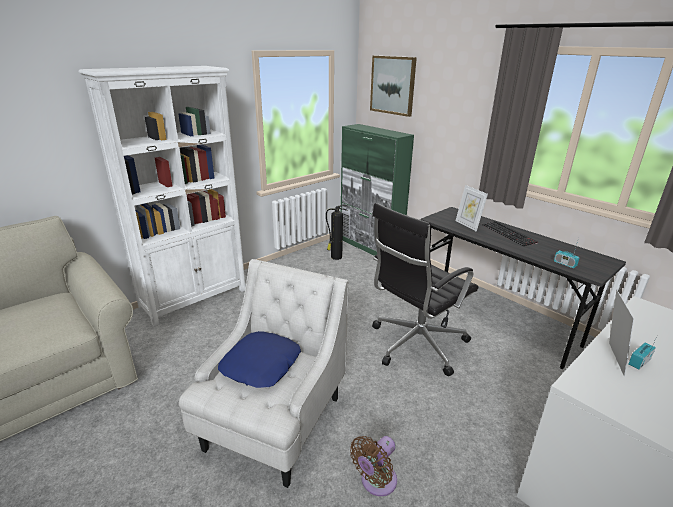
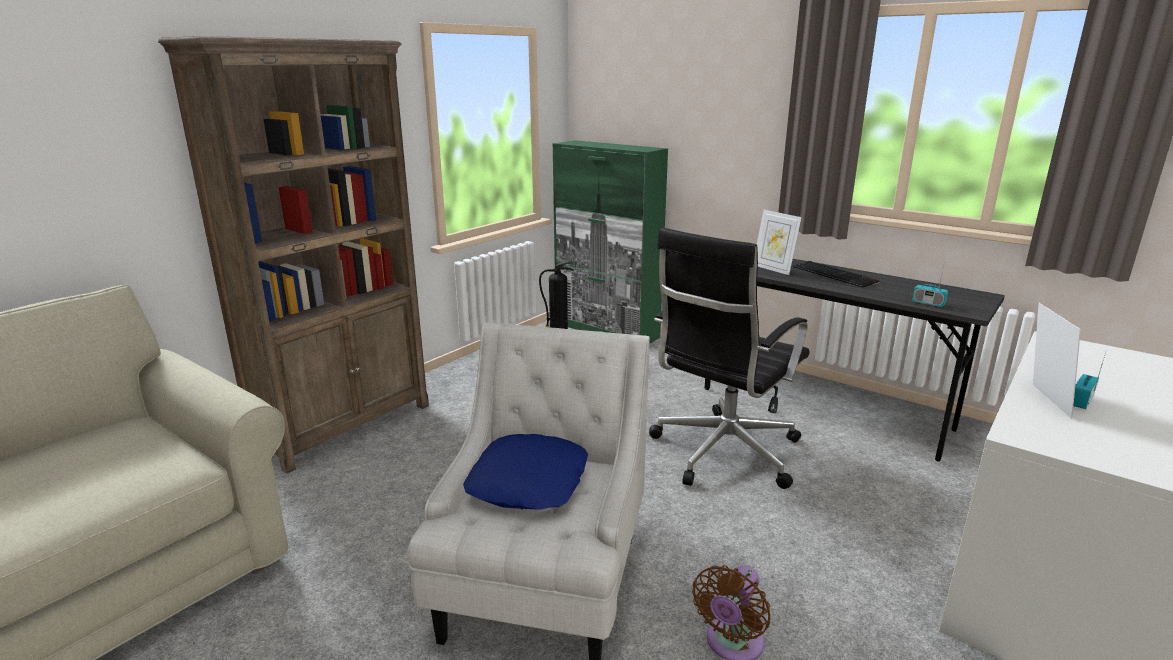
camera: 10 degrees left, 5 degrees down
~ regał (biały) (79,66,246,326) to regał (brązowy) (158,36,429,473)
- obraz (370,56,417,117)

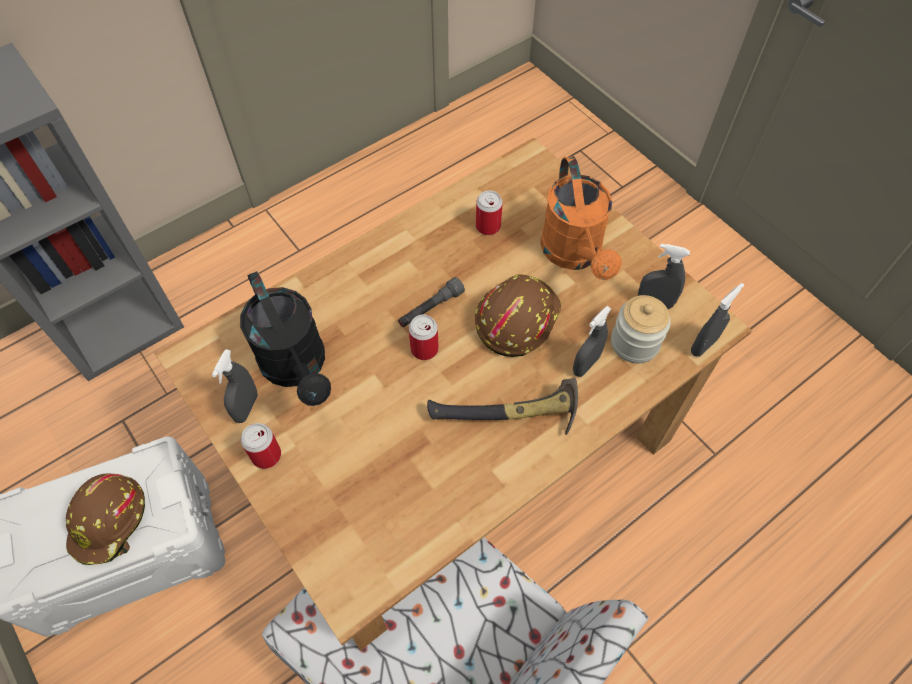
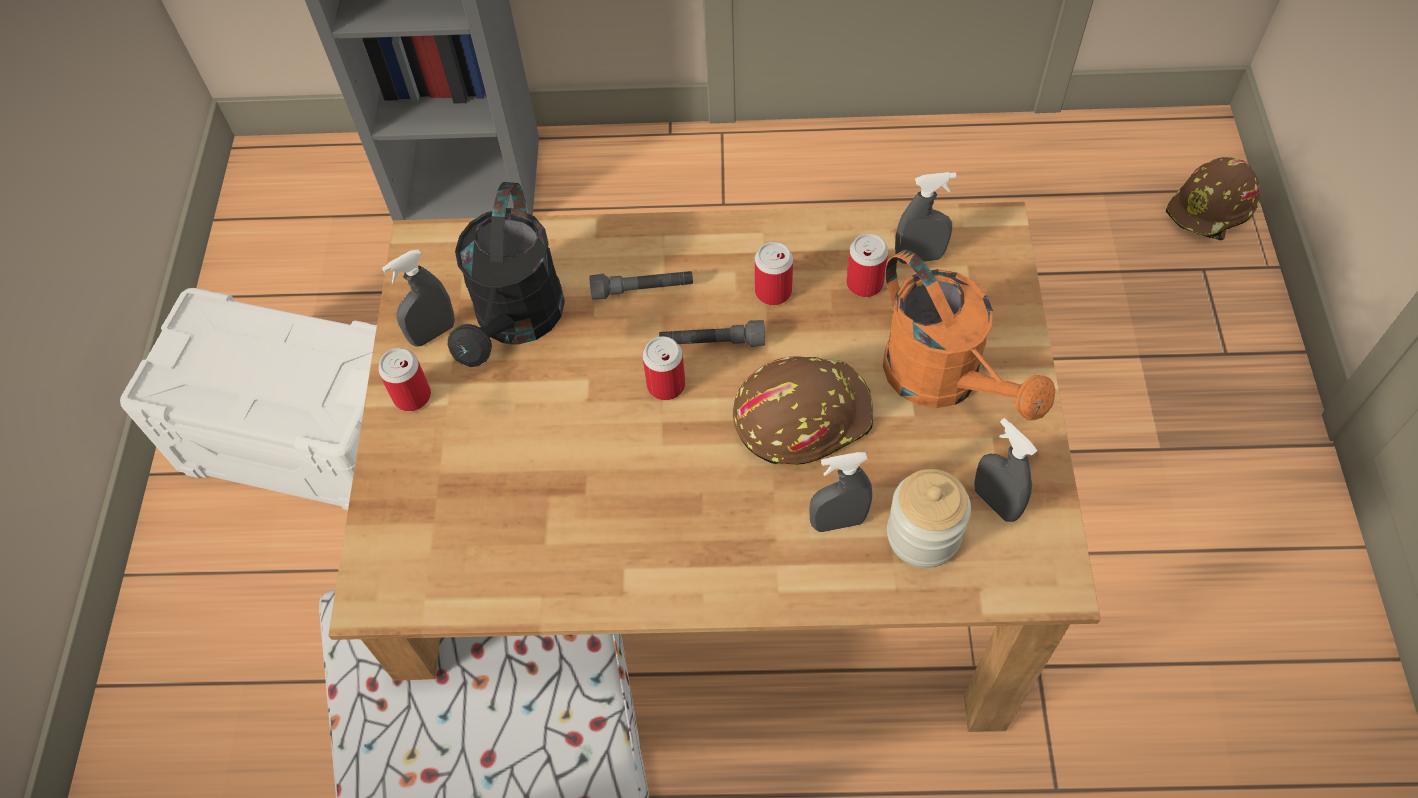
camera: 40 degrees right, 0 degrees up
~ kask (brązowy) (66,473,145,565) to (1166,157,1260,241)
- młotek (427,378,578,435)
~ konewka (pomarańczowy) (540,156,622,280) = (883,250,1055,421) 60 degrees counterclockwise
~ spryskiwacz (szary) (691,283,744,357) to (895,172,957,264)
+ latarka (szary) (590,271,693,300)
+ puszka (755,242,793,305)

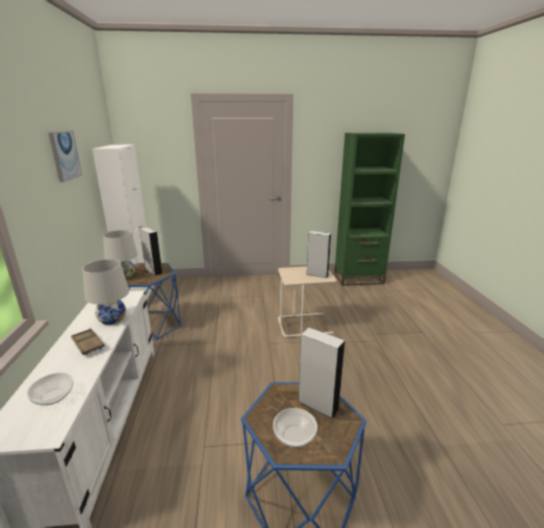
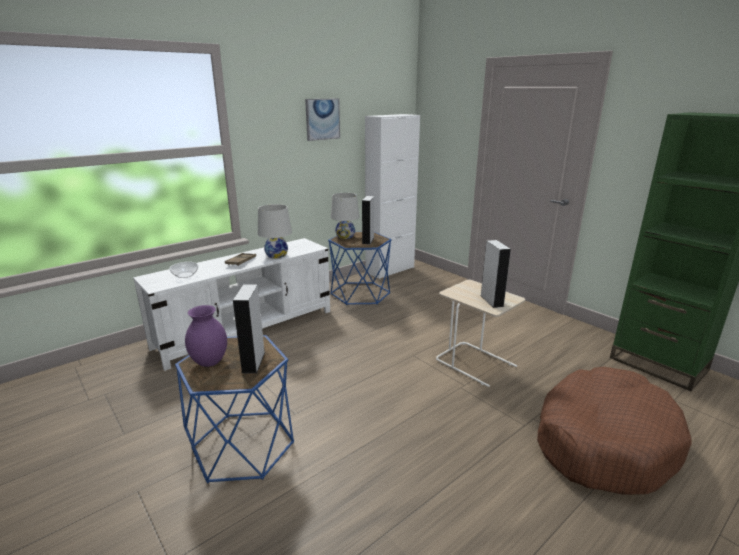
camera: 55 degrees right, 0 degrees up
~ miska (273,408,317,447) to wazon (fioletowy) (185,305,227,367)
+ legowisko (brązowy) (537,367,692,495)

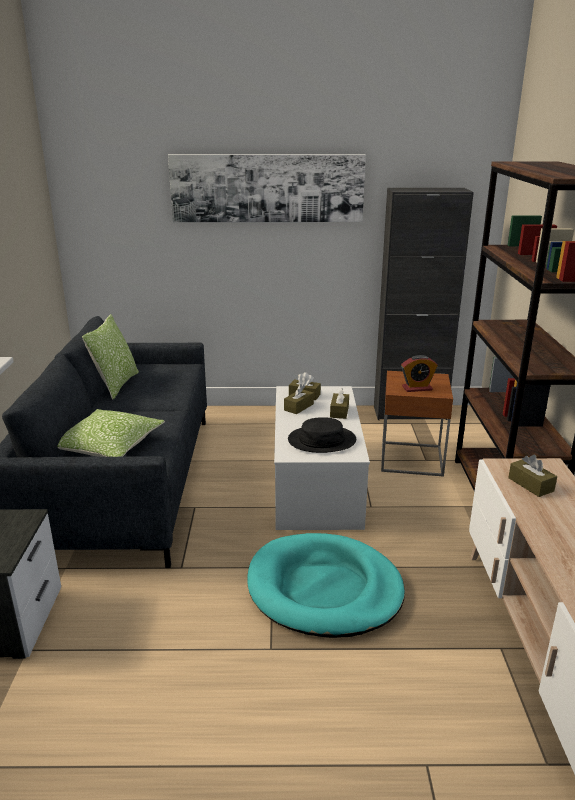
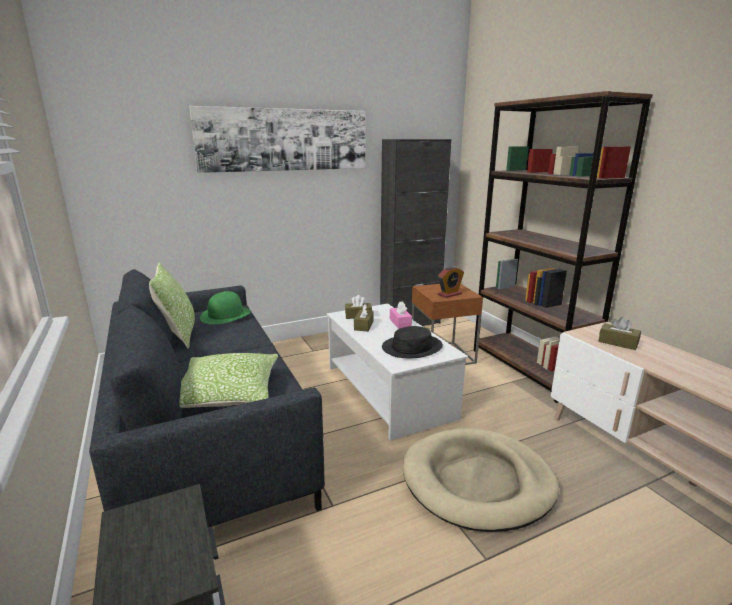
camera: 25 degrees left, 5 degrees down
~ legowisko (turkusowy) (247,533,405,638) to legowisko (beżowy) (403,428,559,532)
~ pudełko chusteczek (brązowy) (330,388,349,419) to pudełko chusteczek (różowy) (390,302,412,329)
+ kapelusz (zielony) (200,291,251,324)

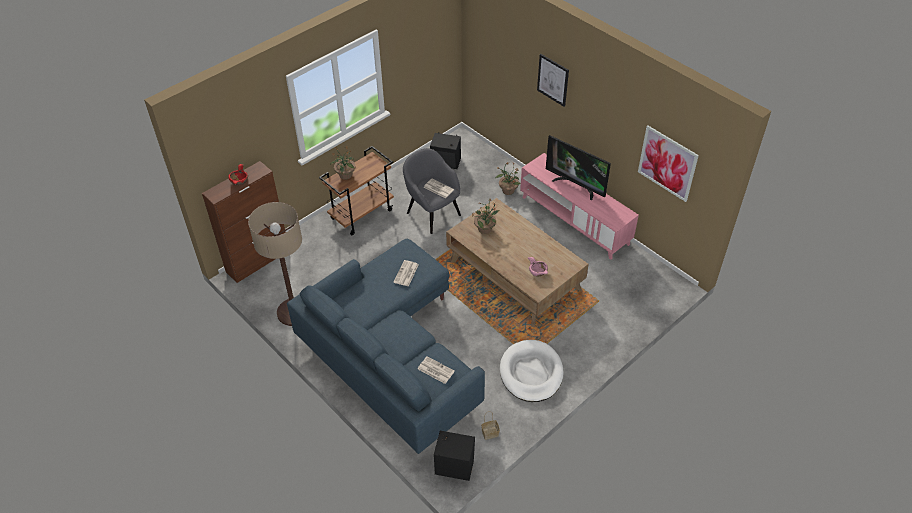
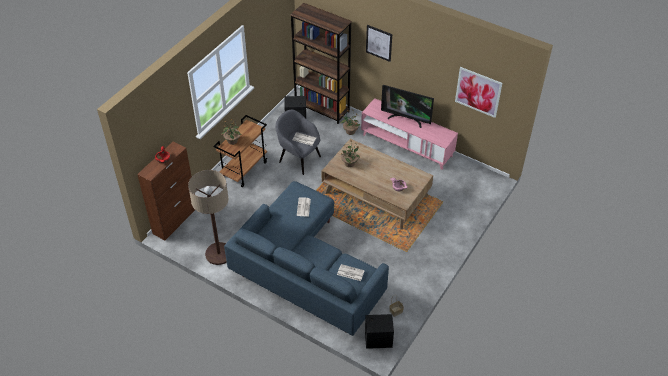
camera: 15 degrees left, 0 degrees up
- legowisko (biały) (500,340,564,402)
+ regał (brązowy) (290,3,352,124)

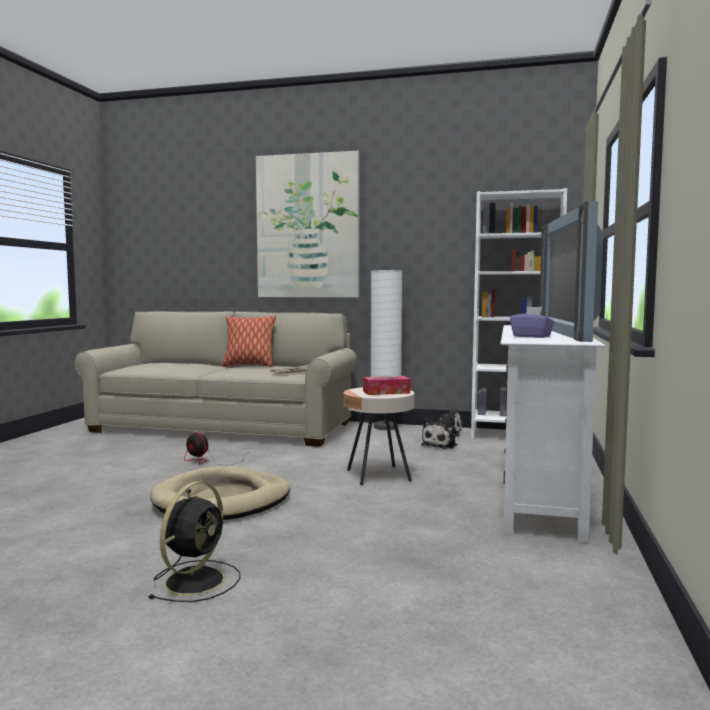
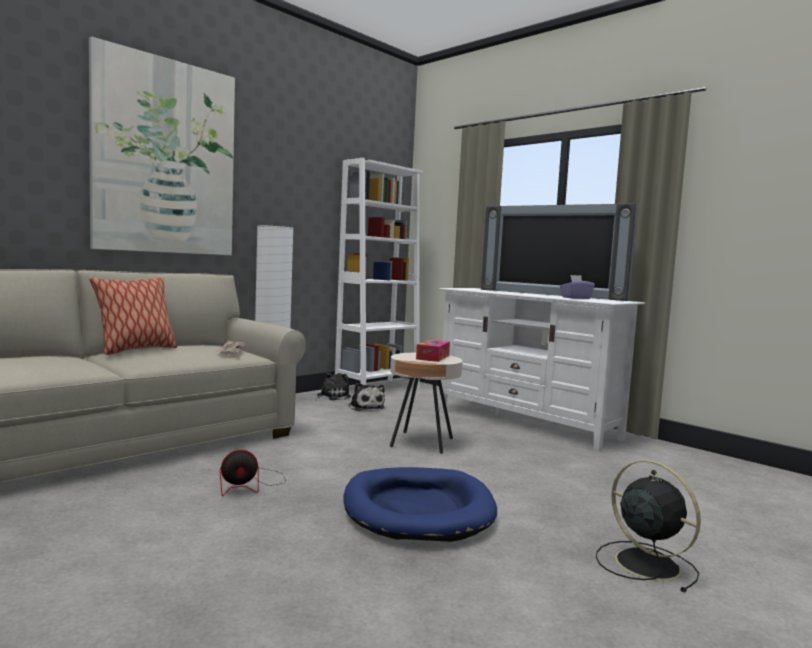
camera: 60 degrees left, 0 degrees up
~ legowisko (beżowy) (150,466,291,520) to legowisko (niebieski) (343,467,497,542)

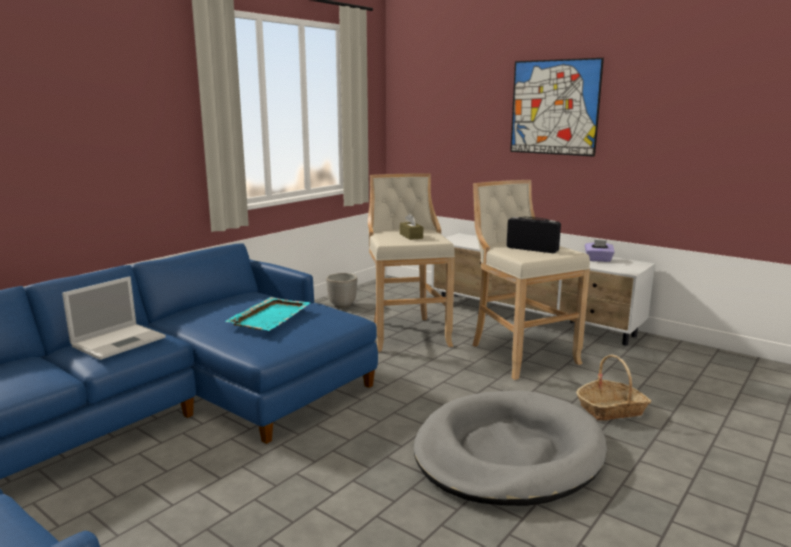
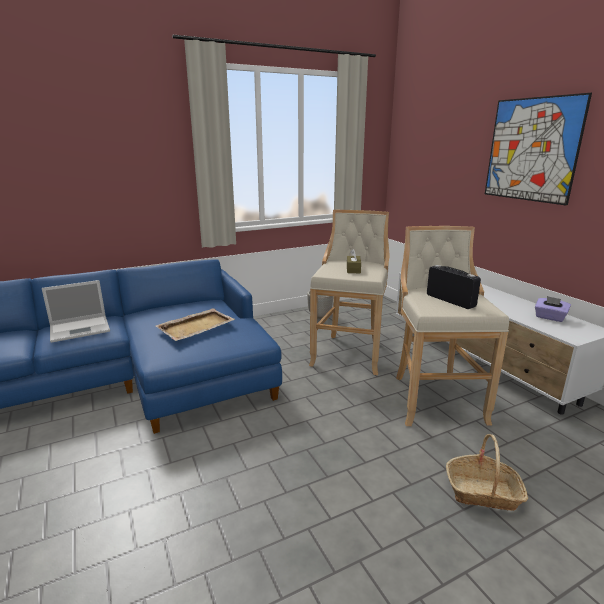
camera: 25 degrees right, 5 degrees up
~ taca (turkusowy) (225,297,310,331) to taca (beżowy) (156,308,235,341)
- legowisko (szary) (414,391,607,506)

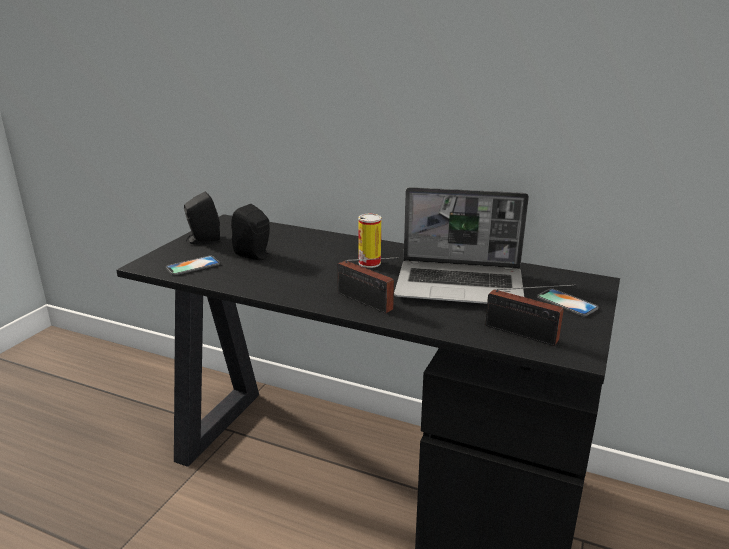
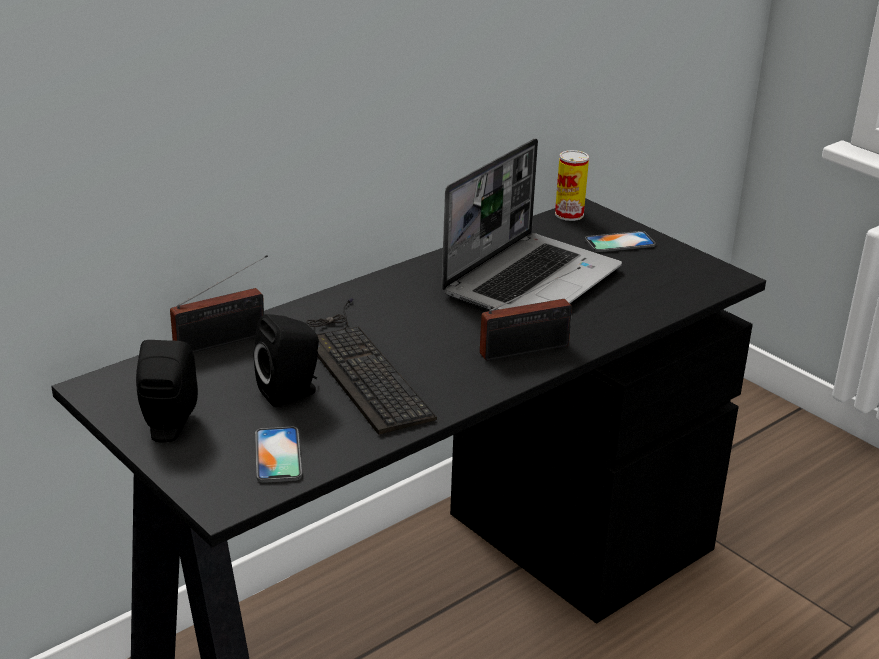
camera: 65 degrees left, 5 degrees up
~ puszka (358,214,381,268) to (555,150,589,221)
~ radio (485,284,576,346) to (170,255,268,353)
+ klawiatura (306,298,437,435)

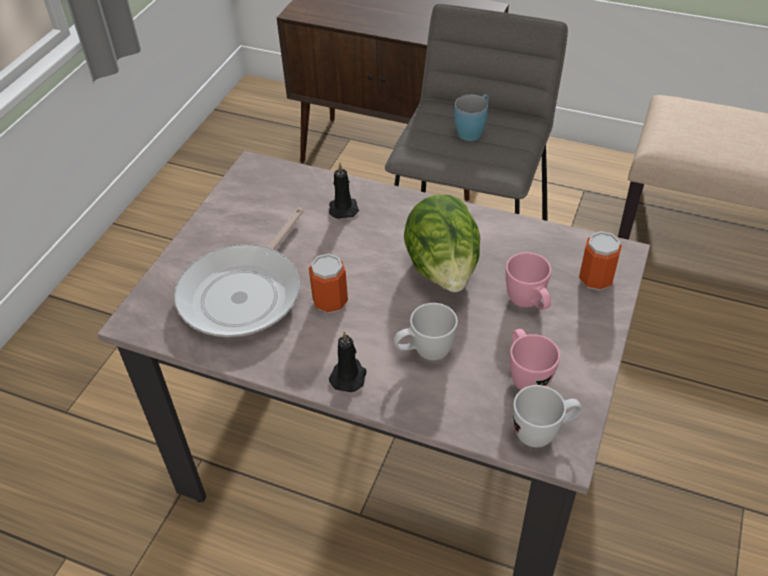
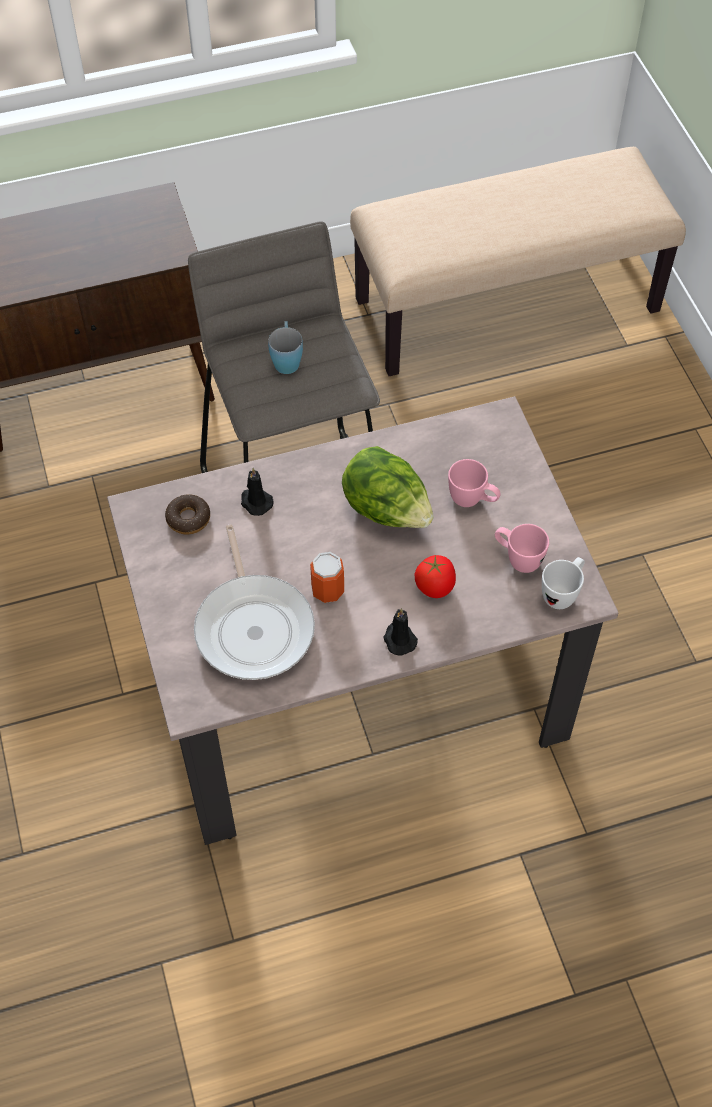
camera: 40 degrees left, 10 degrees up
~ kubek (biały) (393,303,458,360) to pomidor (415,555,456,598)
- puszka (579,231,622,291)
+ donut (165,494,210,535)

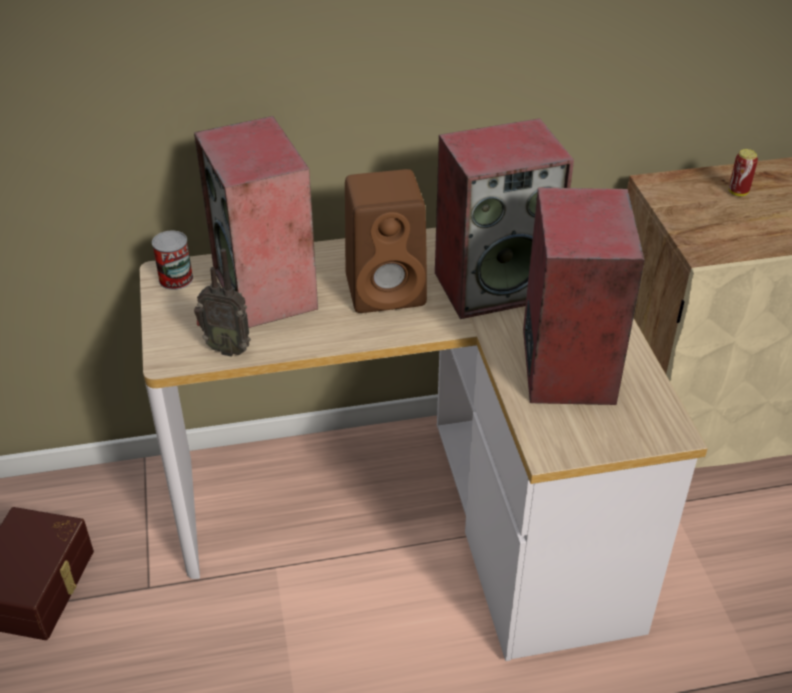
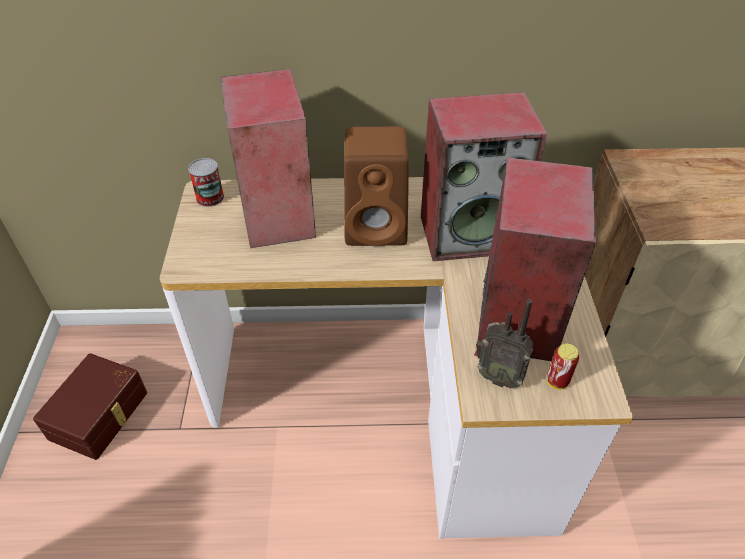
camera: 10 degrees right, 5 degrees up
~ radio (194,249,251,357) to (474,299,534,388)
~ puszka (729,149,758,196) to (547,344,579,390)

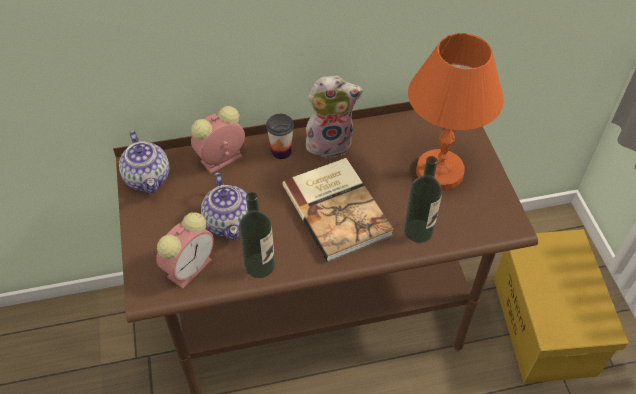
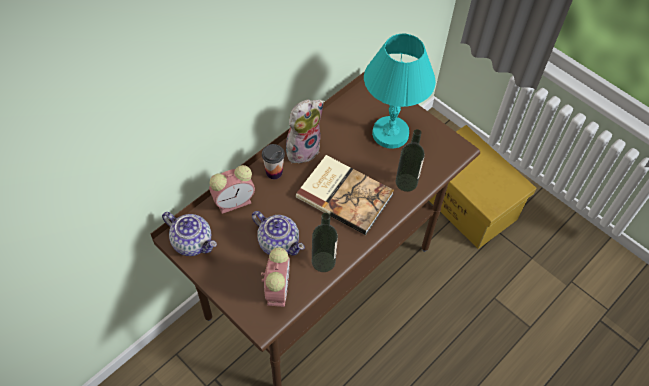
camera: 35 degrees left, 5 degrees up
~ budzik (191,106,245,174) = (209,165,255,214) 135 degrees counterclockwise
~ lampa stołowa (pomarańczowy) (408,33,504,190) to lampa stołowa (turkusowy) (364,34,436,149)

